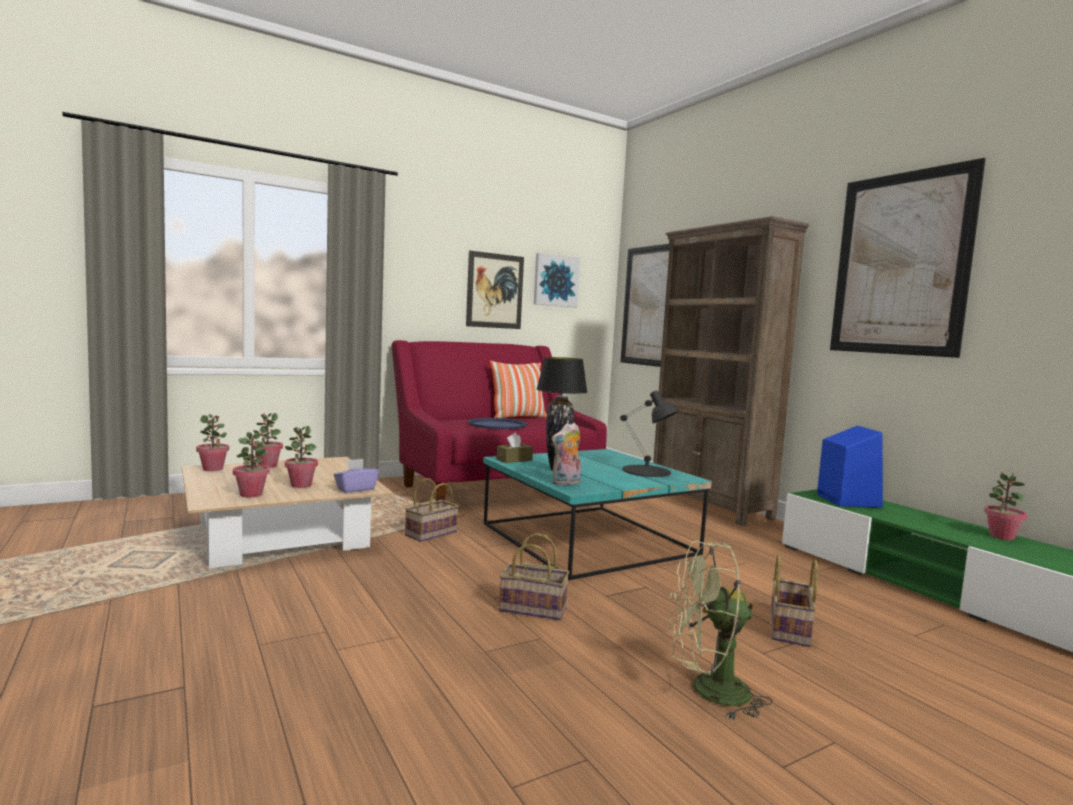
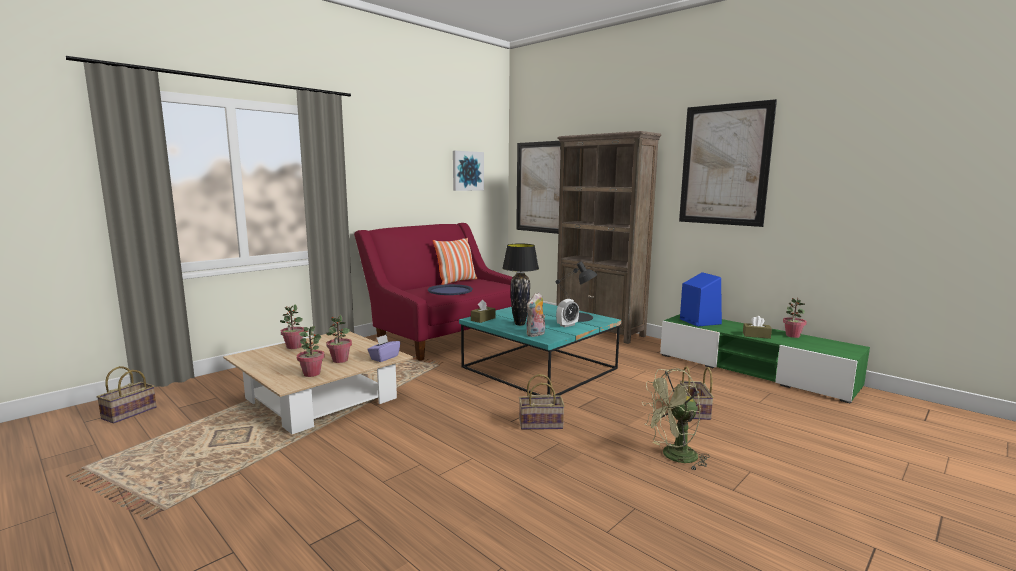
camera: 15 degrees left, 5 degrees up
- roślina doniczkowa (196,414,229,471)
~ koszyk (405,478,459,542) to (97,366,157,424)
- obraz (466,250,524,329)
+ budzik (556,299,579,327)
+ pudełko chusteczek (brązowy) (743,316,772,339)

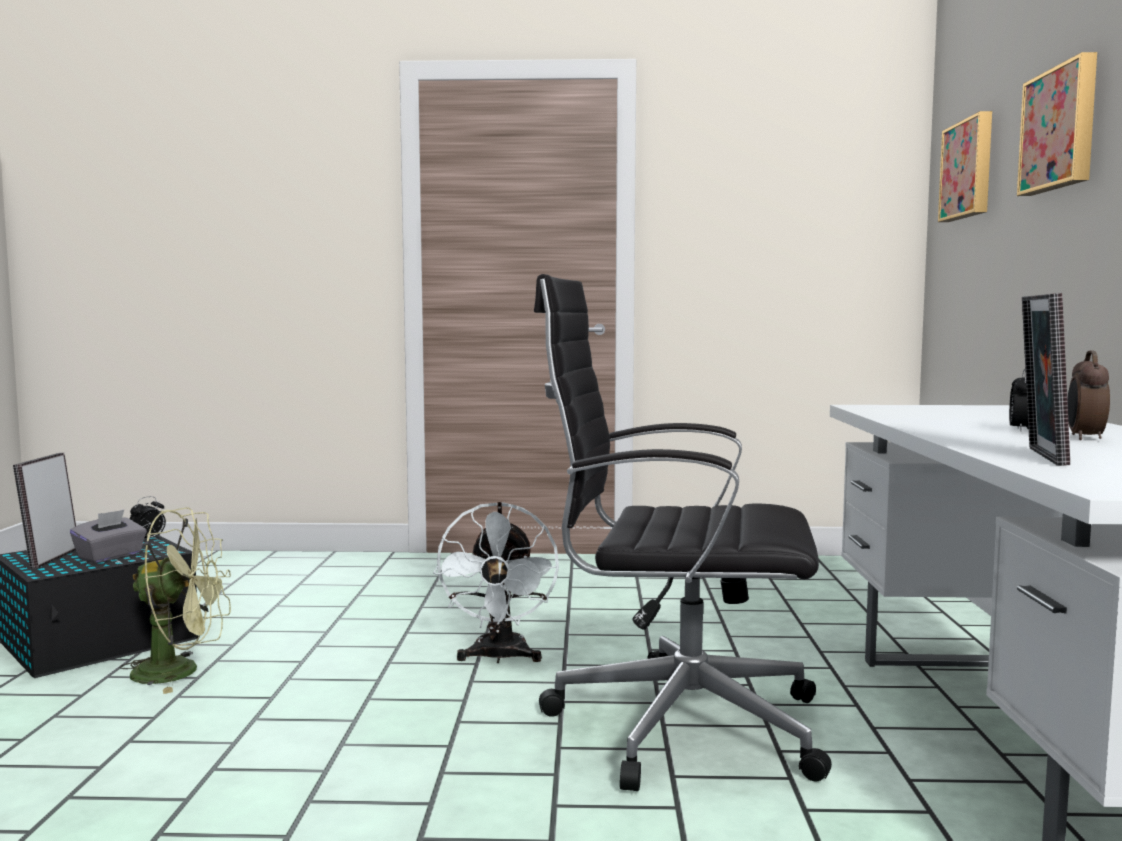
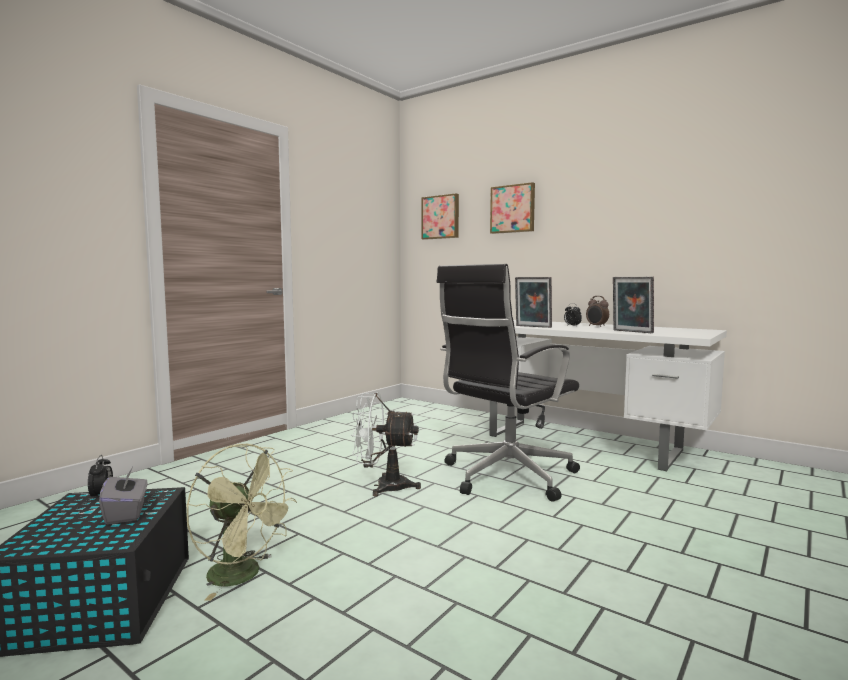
camera: 55 degrees left, 0 degrees up
~ ramka na zdjęcie (13,453,76,569) to (515,277,552,328)
~ wentylator (zielony) (120,507,231,694) = (186,444,297,601) 90 degrees clockwise
~ wentylator (biały) (434,502,559,663) = (351,392,421,497) 150 degrees clockwise

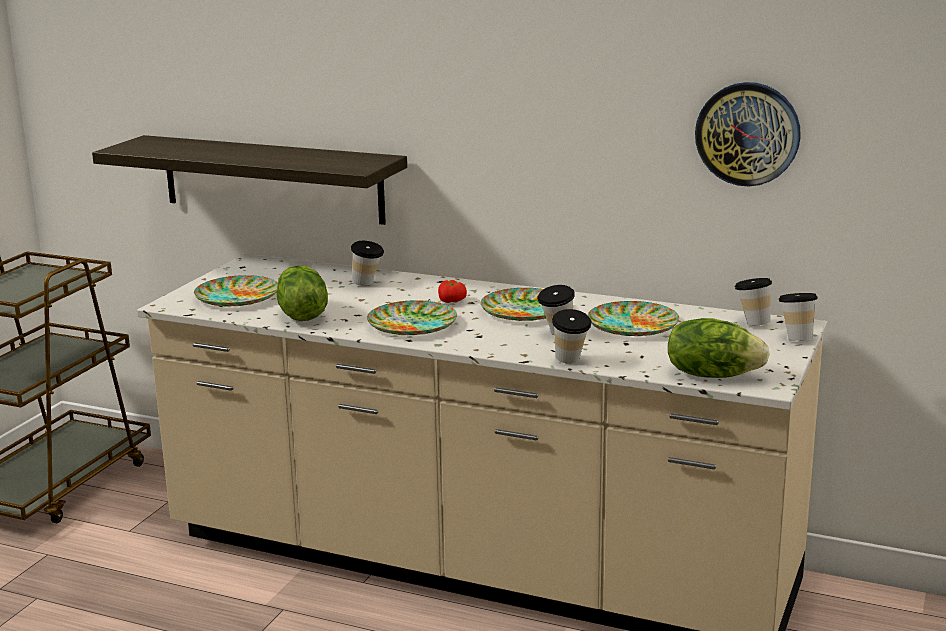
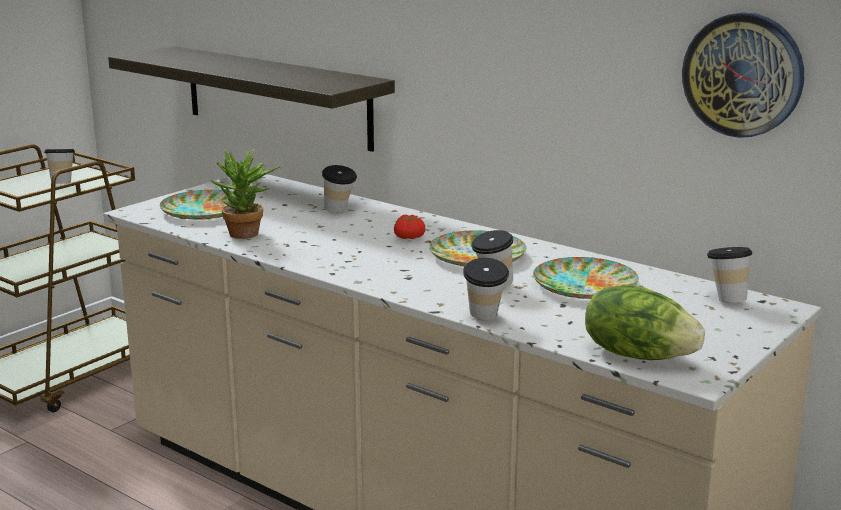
camera: 15 degrees right, 0 degrees up
~ sałata (276,265,328,321) to roślina doniczkowa (210,149,280,239)
- talerz (367,300,457,335)
~ filiżanka (779,293,818,341) to (44,149,75,184)

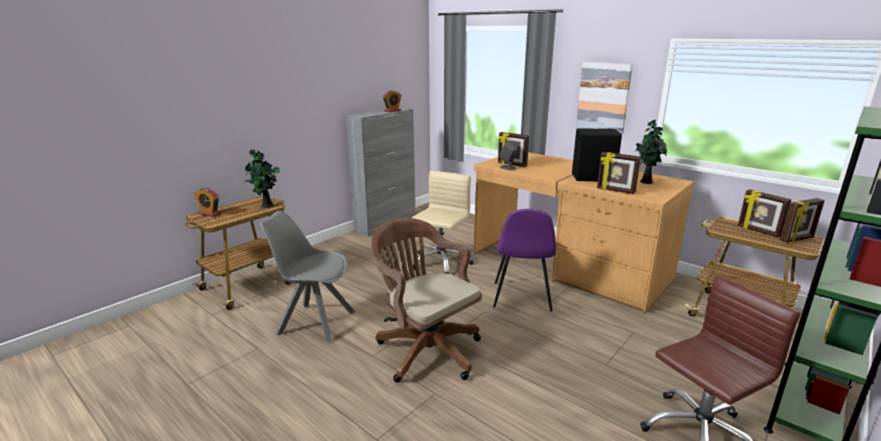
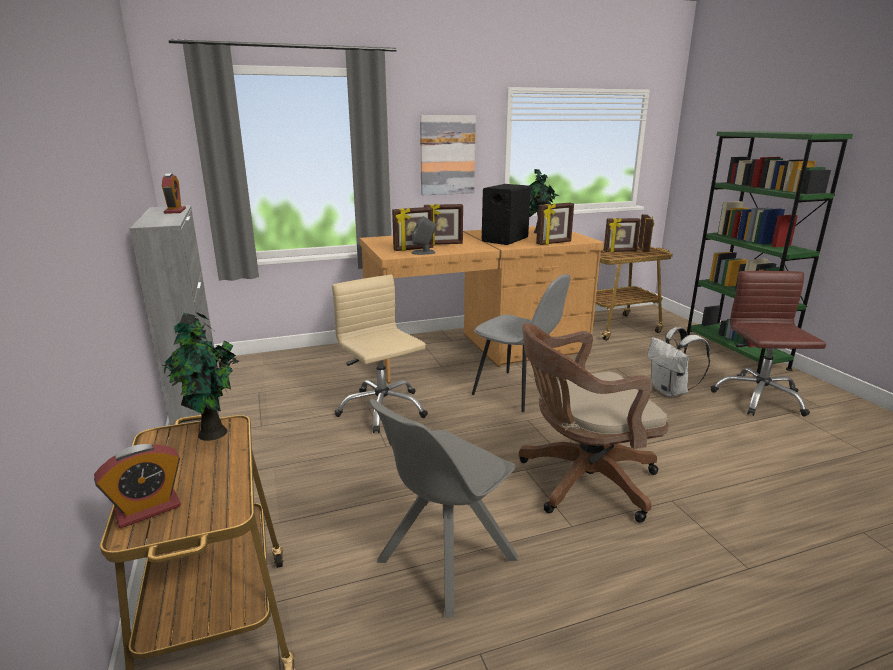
camera: 60 degrees left, 0 degrees up
~ krzesło (fioletowy) (493,209,556,312) to krzesło (szary) (472,274,570,412)
+ ramka na zdjęcie (424,204,463,245)
+ plecak (biały) (648,327,710,397)

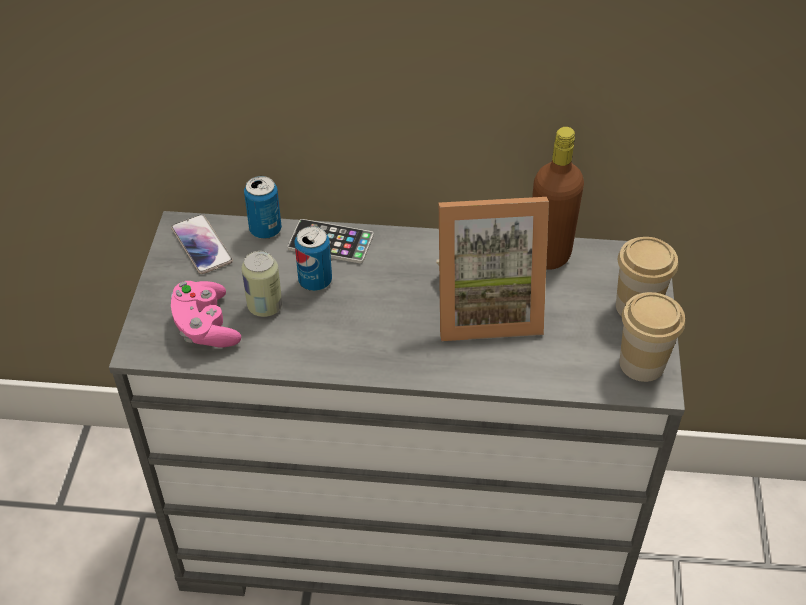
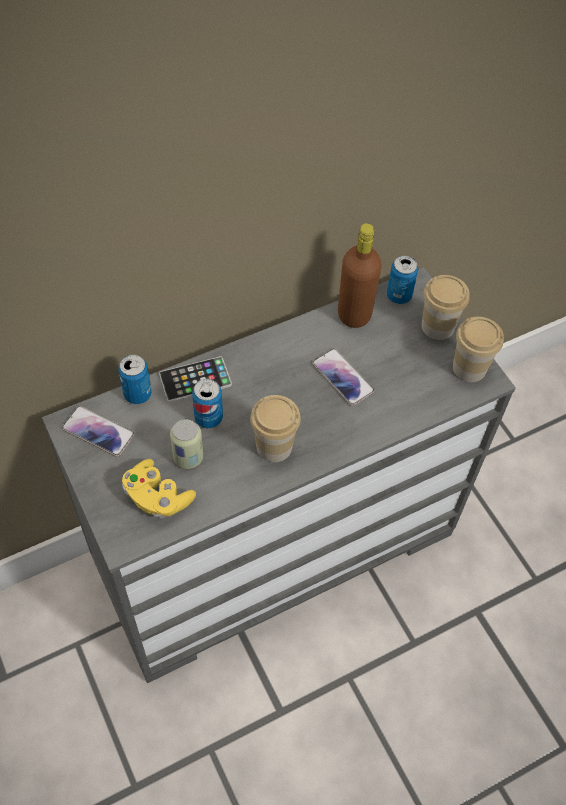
camera: 35 degrees left, 10 degrees up
~ pad do gier (różowy) (171,281,241,348) to pad do gier (żółty) (122,459,196,519)
~ ramka na zdjęcie (436,197,549,341) to telefon (312,349,375,406)
+ filiżanka (250,395,301,462)
+ puszka (387,256,418,304)

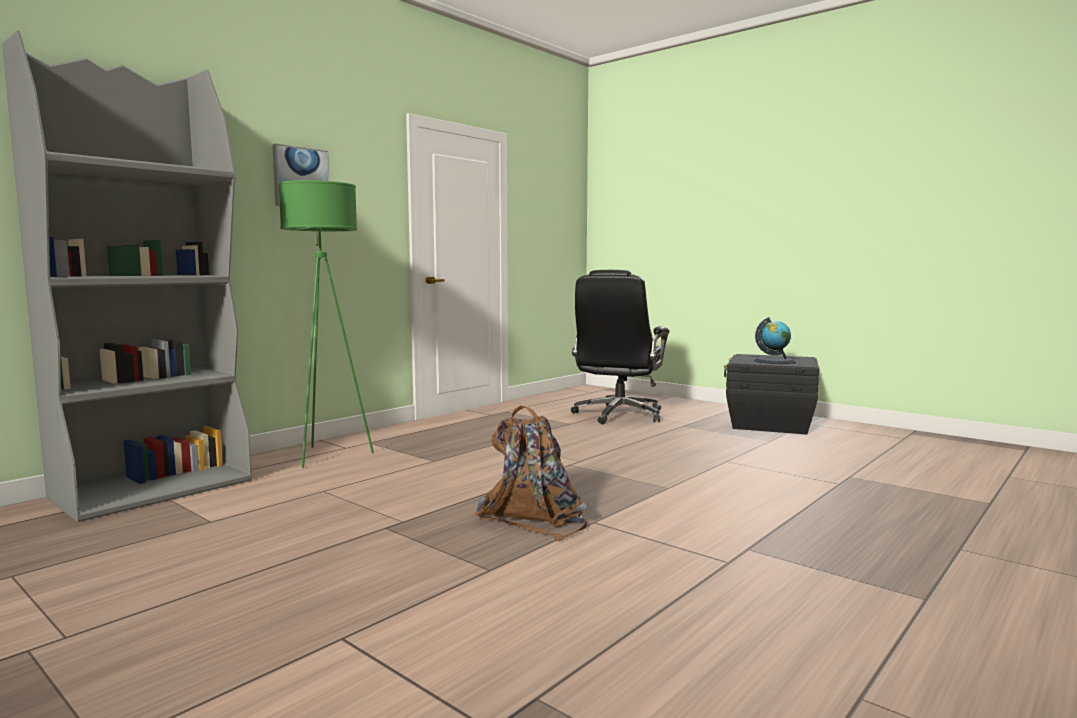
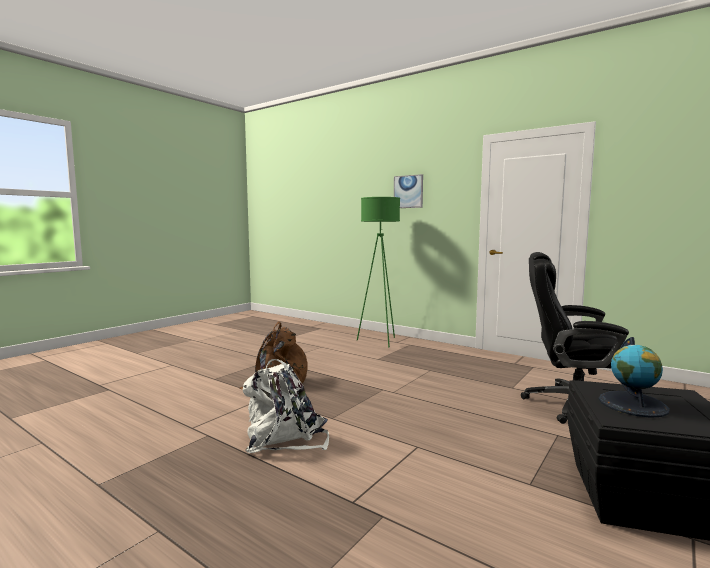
camera: 85 degrees right, 0 degrees up
- regał (szary) (2,30,252,522)
+ plecak (biały) (243,359,329,453)

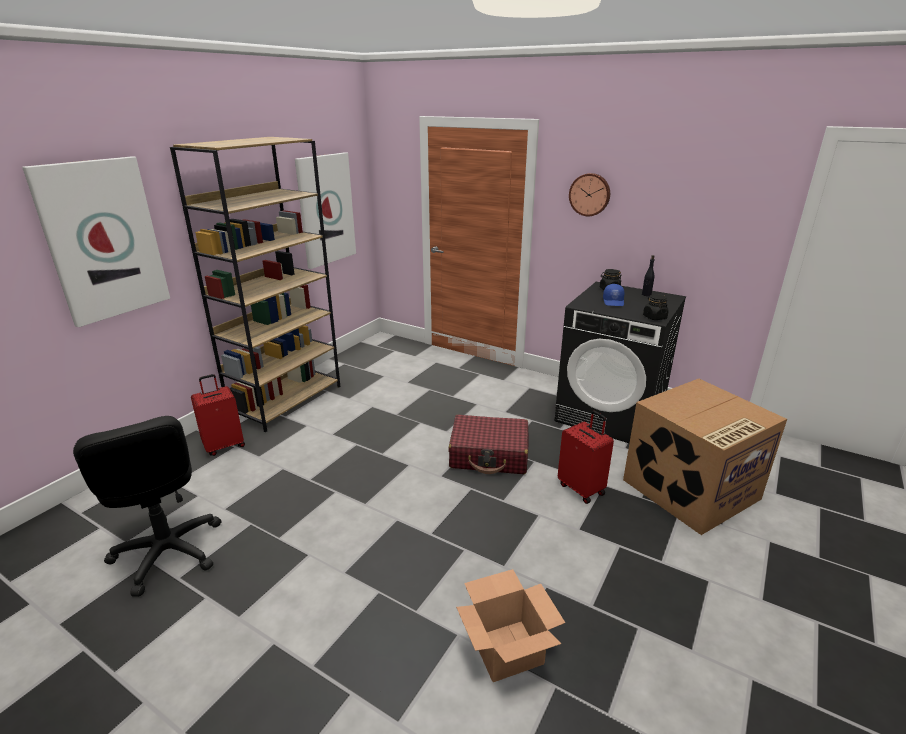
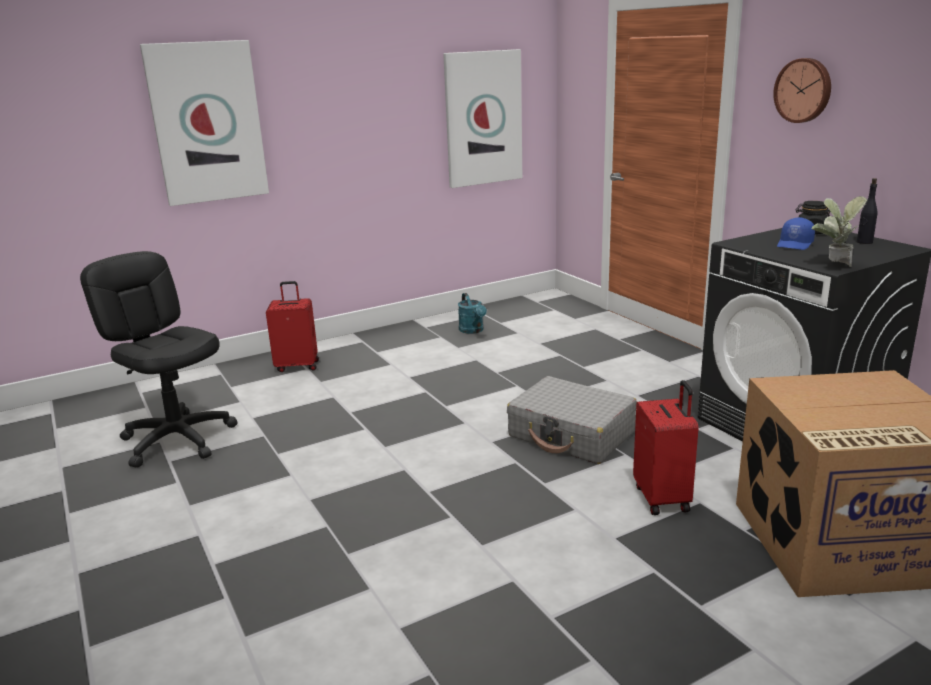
camera: 30 degrees right, 5 degrees down
~ krzesło biurowe (czarny) (73,416,221,597) = (80,251,238,467) 135 degrees clockwise
- regał (brązowy) (170,137,340,432)
~ walizka (czerwony) (448,415,529,474) to walizka (szary) (507,376,637,464)
- karton (456,569,565,682)
~ słoik (czarny) (643,294,669,320) to roślina doniczkowa (812,196,867,267)
+ konewka (turkusowy) (458,293,487,334)

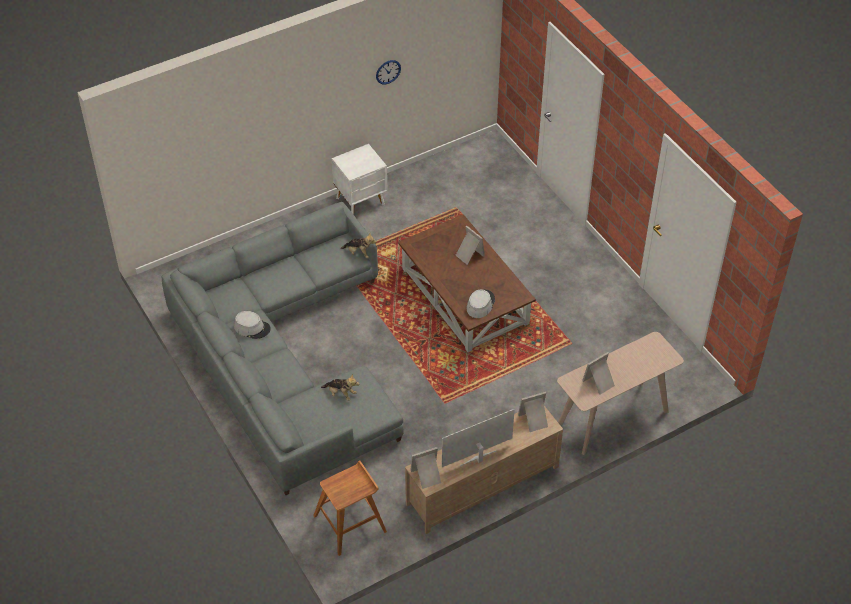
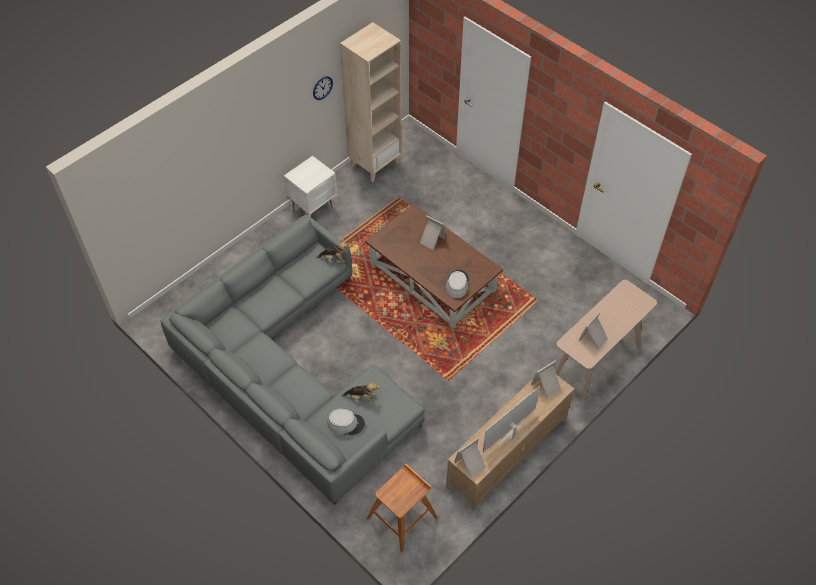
camera: 15 degrees left, 5 degrees up
~ kapelusz (szary) (234,311,271,339) to (327,408,365,435)
+ regał (beżowy) (340,22,402,182)

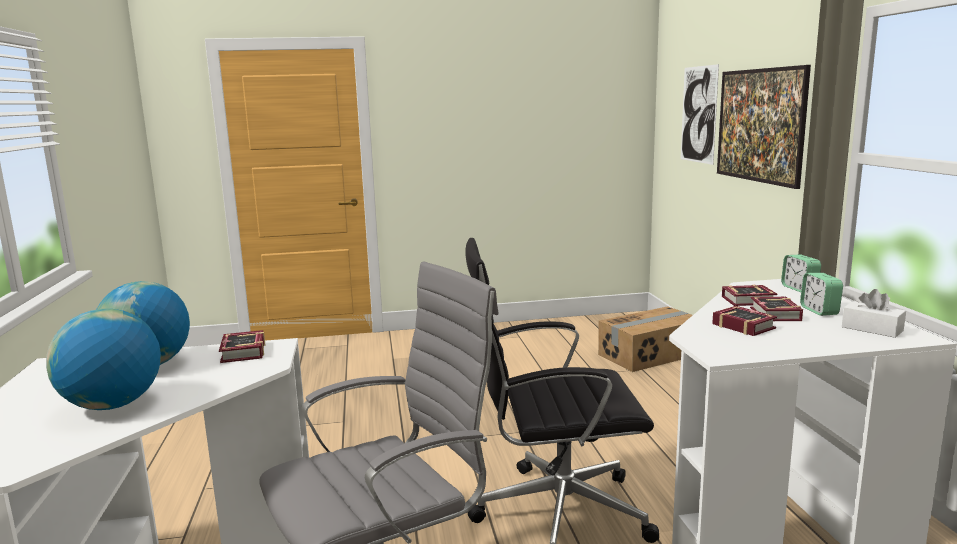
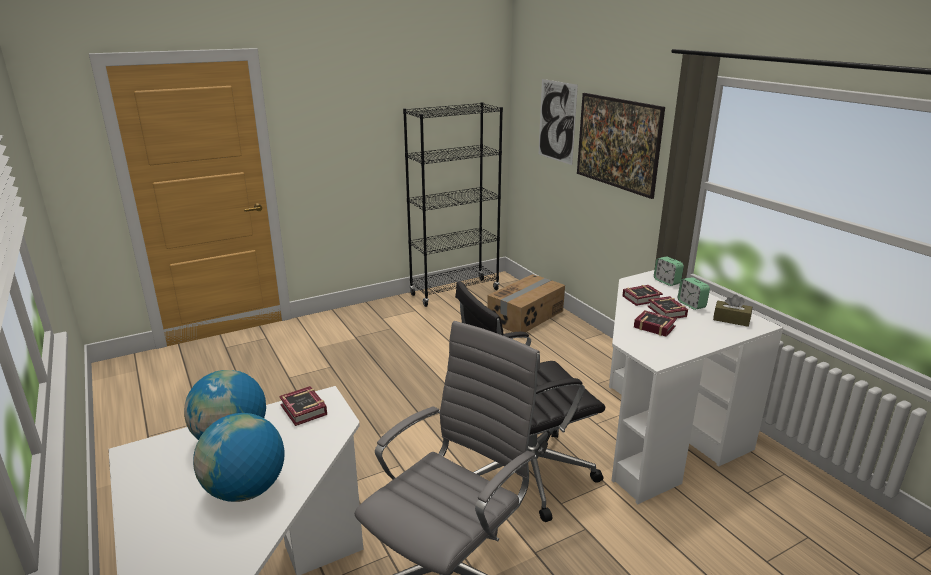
camera: 20 degrees left, 10 degrees up
~ pudełko chusteczek (biały) (842,289,906,338) to pudełko chusteczek (brązowy) (713,294,752,327)
+ regał (czarny) (403,102,503,307)

